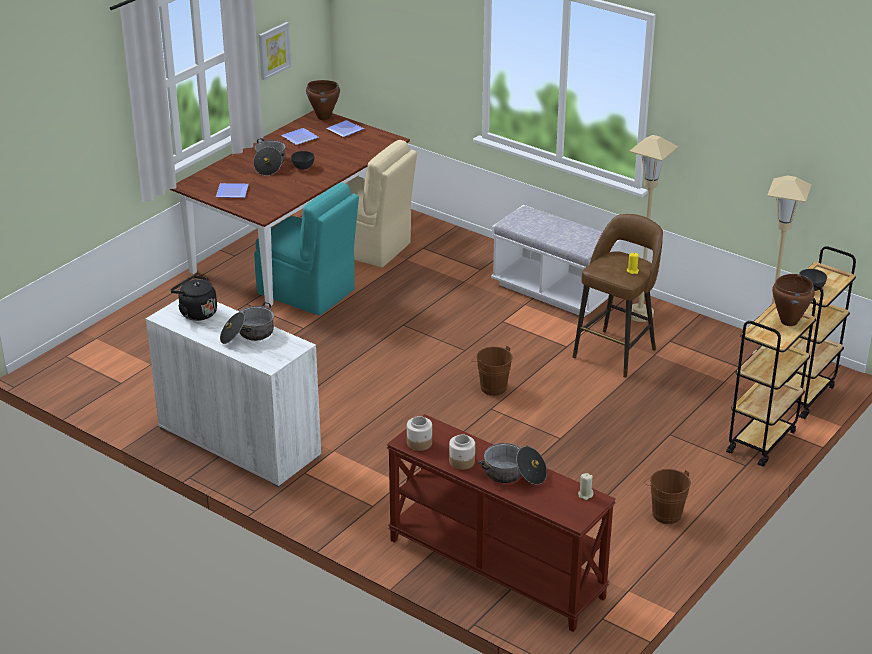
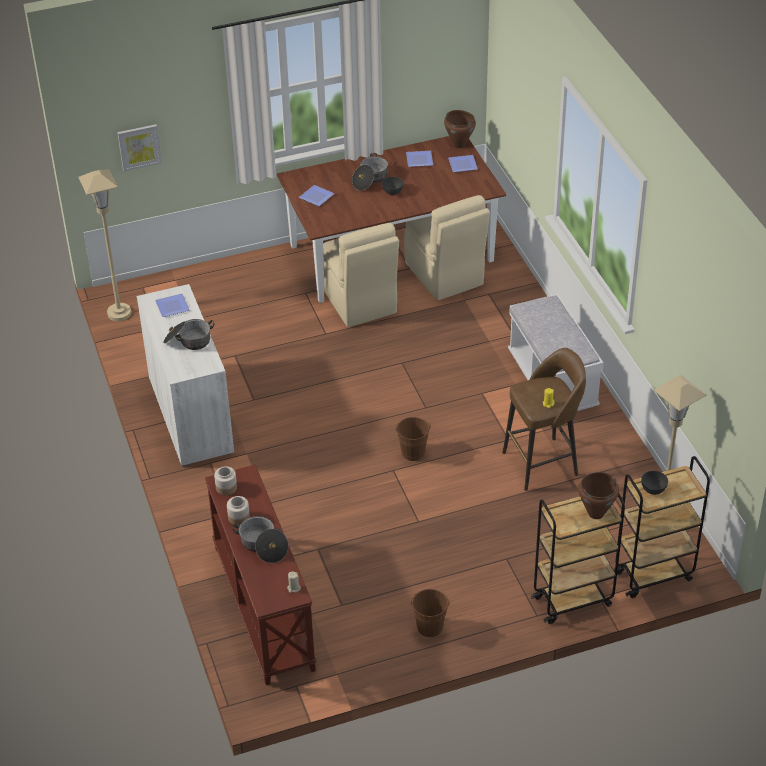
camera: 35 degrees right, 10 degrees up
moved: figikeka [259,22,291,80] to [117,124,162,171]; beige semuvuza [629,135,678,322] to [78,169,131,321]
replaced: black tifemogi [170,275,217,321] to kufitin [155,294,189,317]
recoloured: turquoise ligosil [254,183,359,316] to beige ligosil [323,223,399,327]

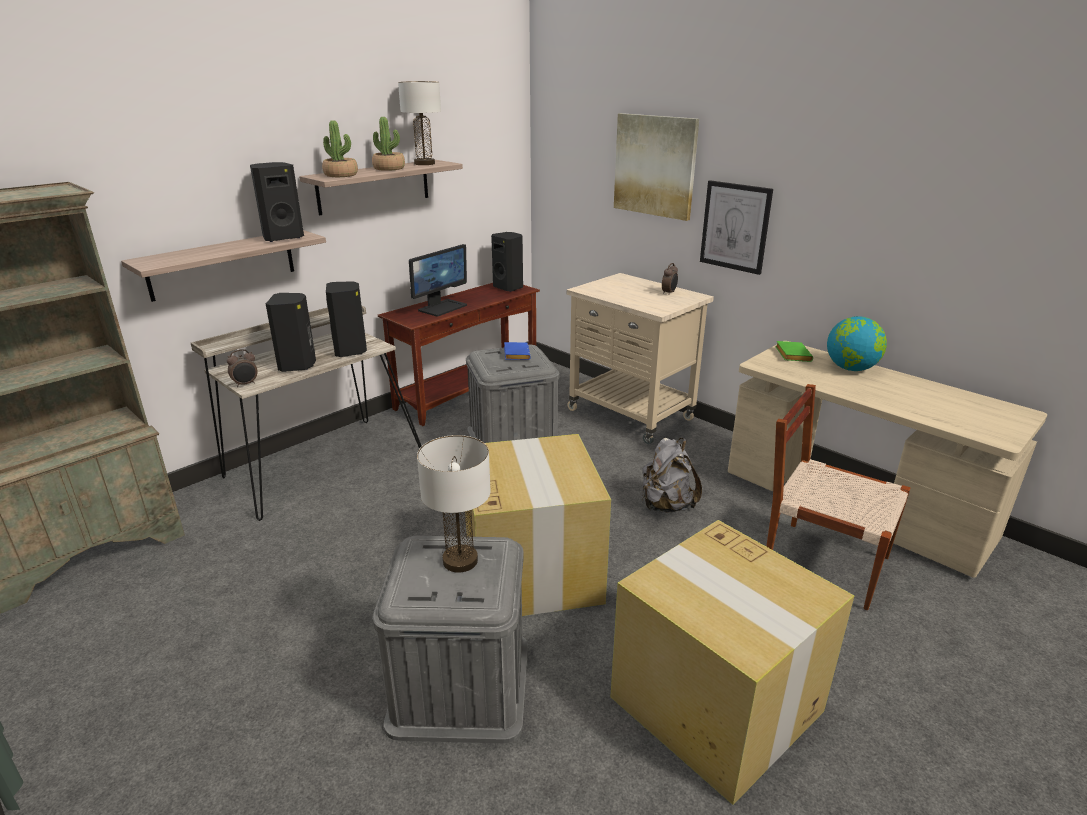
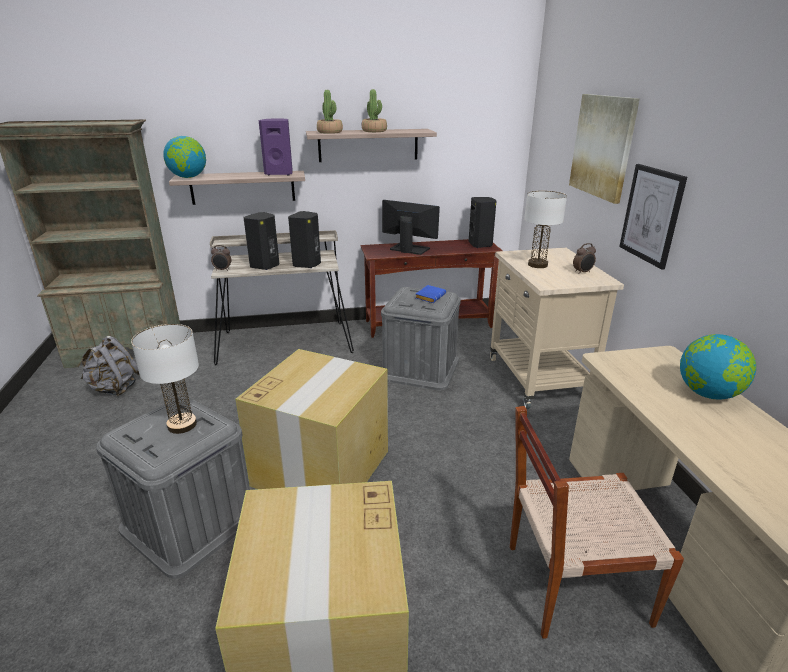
camera: 35 degrees right, 0 degrees up
removed: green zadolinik [775,341,813,362]
added: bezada [163,136,206,178]
moved: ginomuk [398,81,441,165] to [524,191,567,268]; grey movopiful [642,438,702,512] to [80,336,139,396]
recoloured: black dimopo [250,162,304,242] to purple dimopo [259,119,293,175]
turned: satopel [409,244,467,317] = [382,200,440,255] 135 degrees counterclockwise; ligosil [766,384,910,610] = [510,406,684,639] 75 degrees counterclockwise

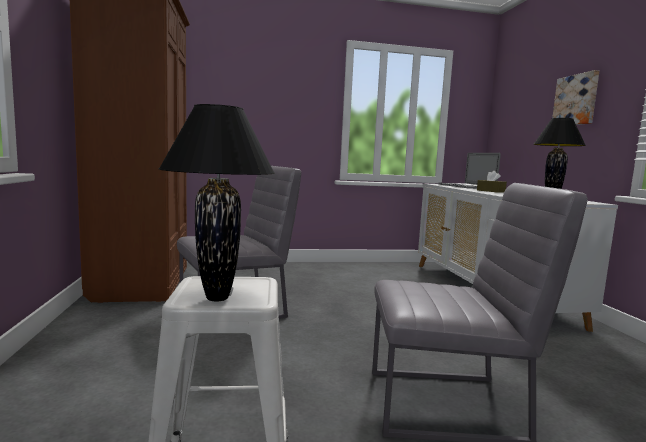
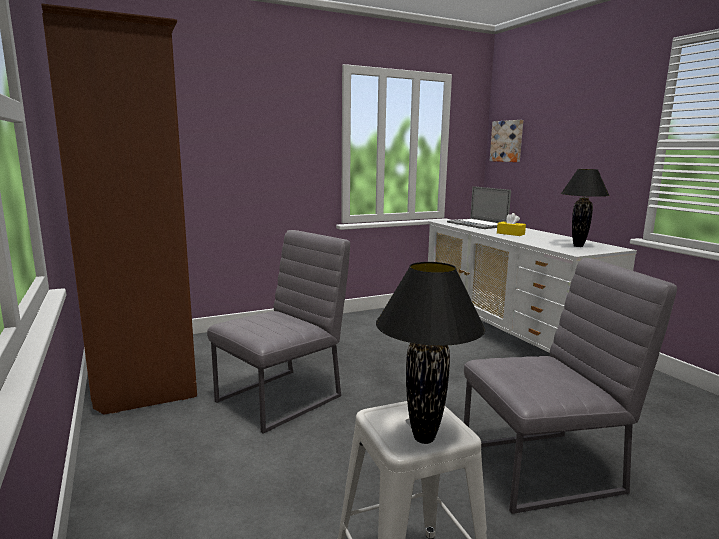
camera: 15 degrees left, 5 degrees up
moved: figikeka [552,70,599,125] to [490,120,523,162]
recoloured: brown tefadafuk [477,171,507,193] to yellow tefadafuk [497,213,526,236]

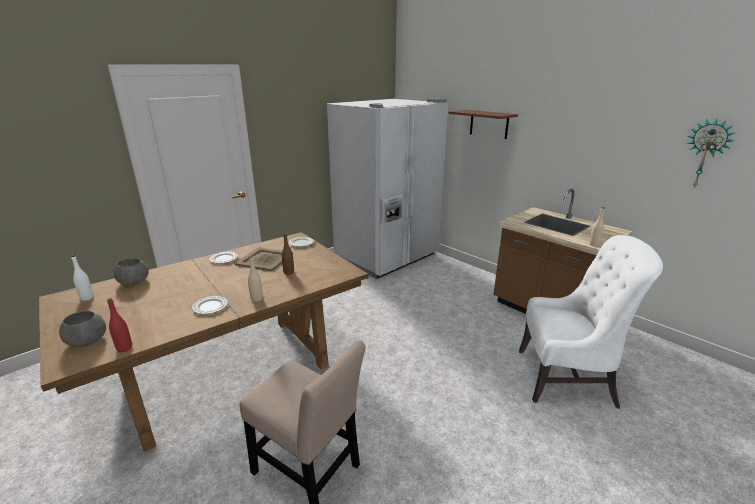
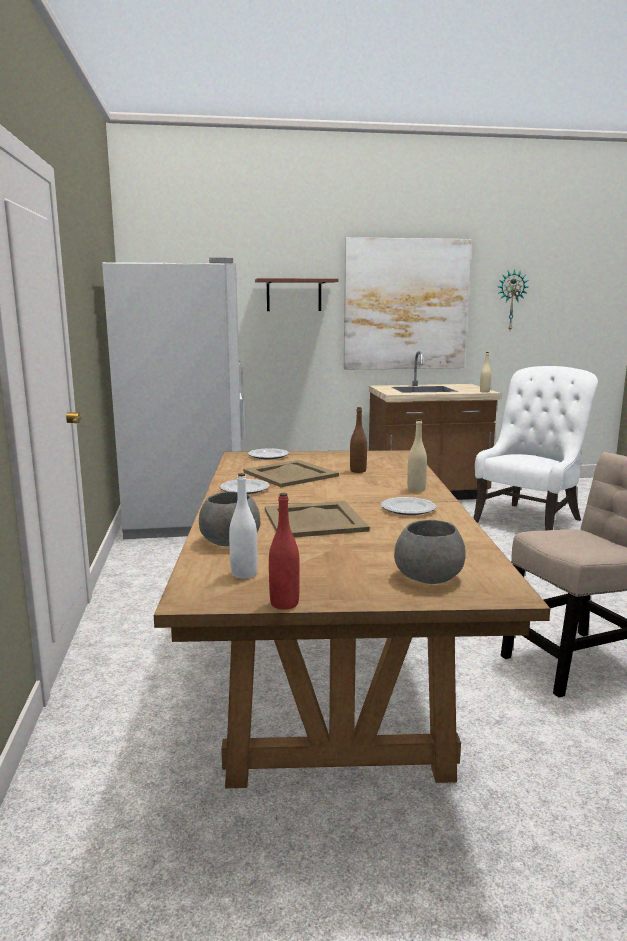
camera: 55 degrees left, 10 degrees down
added: figikeka [344,237,471,370]; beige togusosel [265,501,370,537]
moved: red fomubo [107,298,132,352] to [269,493,300,610]

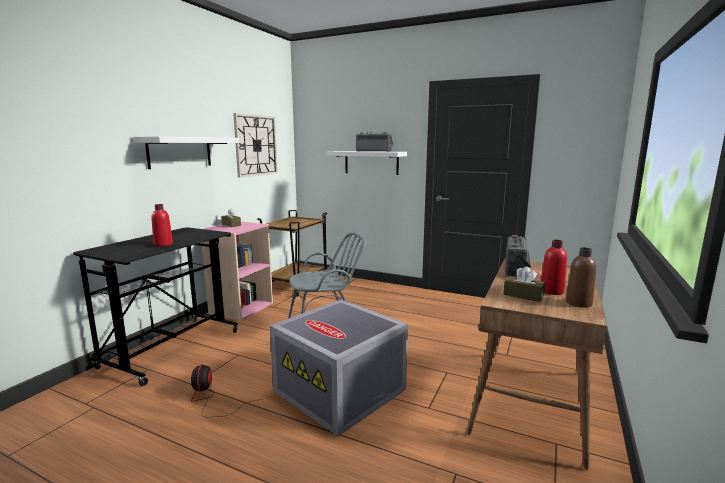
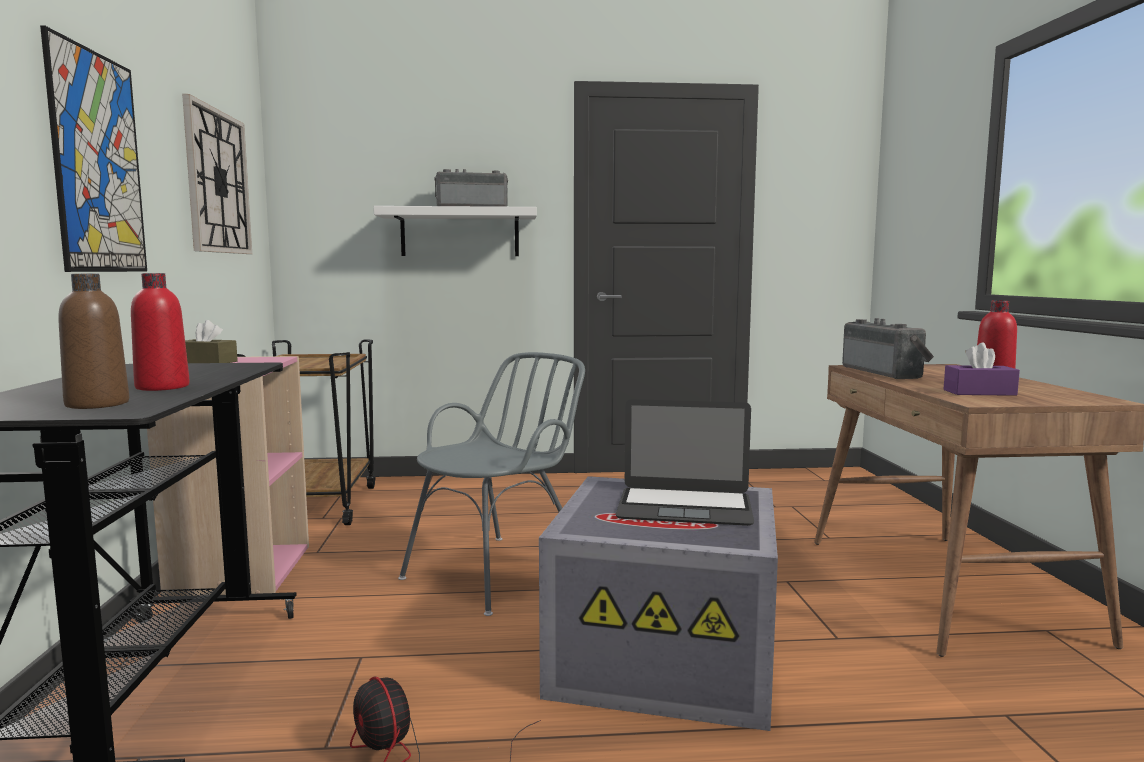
camera: 30 degrees left, 5 degrees down
added: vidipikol [616,399,754,526]
moved: brown fomubo [566,248,596,307] to [58,274,129,409]
replaced: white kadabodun [133,136,239,169] to figikeka [40,25,147,272]
recoloured: brown tefadafuk [504,266,545,302] to purple tefadafuk [943,343,1020,396]

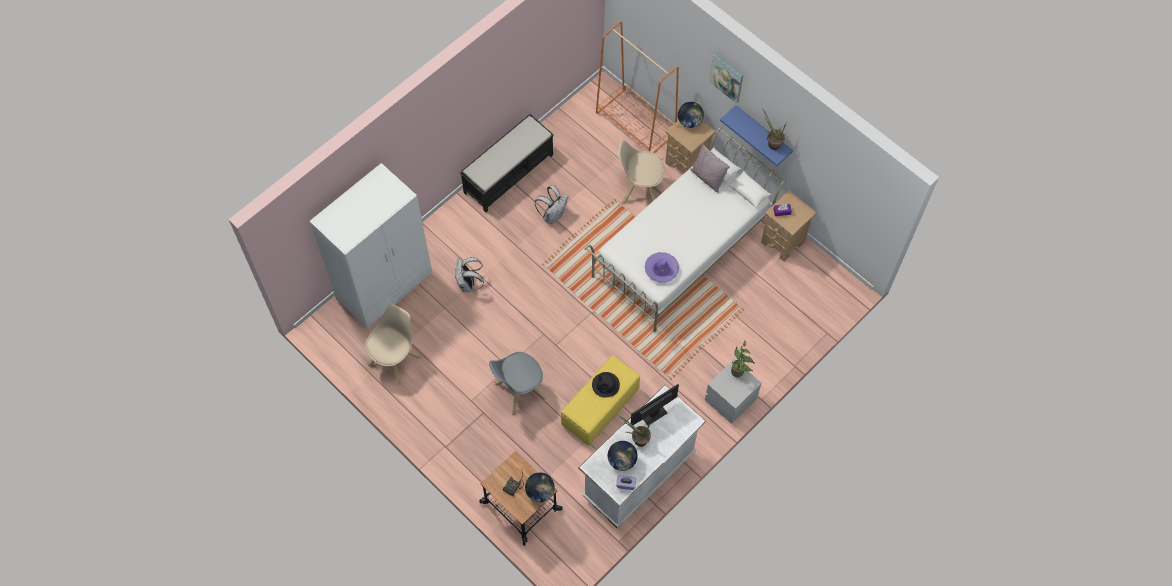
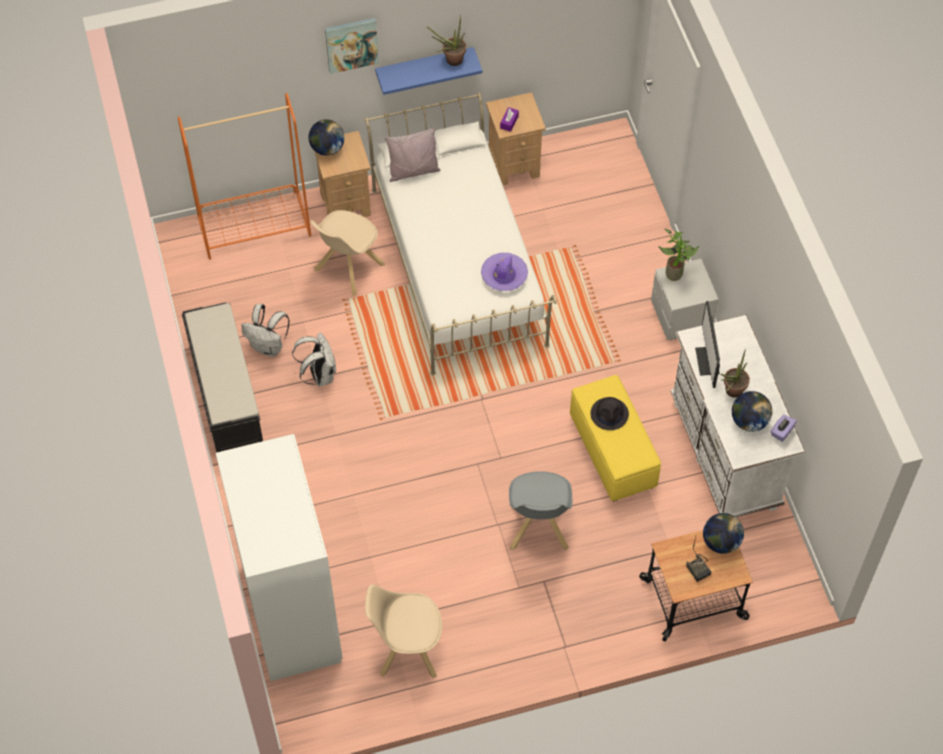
camera: 60 degrees left, 5 degrees down
moved: white movopiful [455,257,484,292] to [241,304,290,357]
turned: beige ligosil [366,304,421,385] = [365,584,442,679] 60 degrees counterclockwise

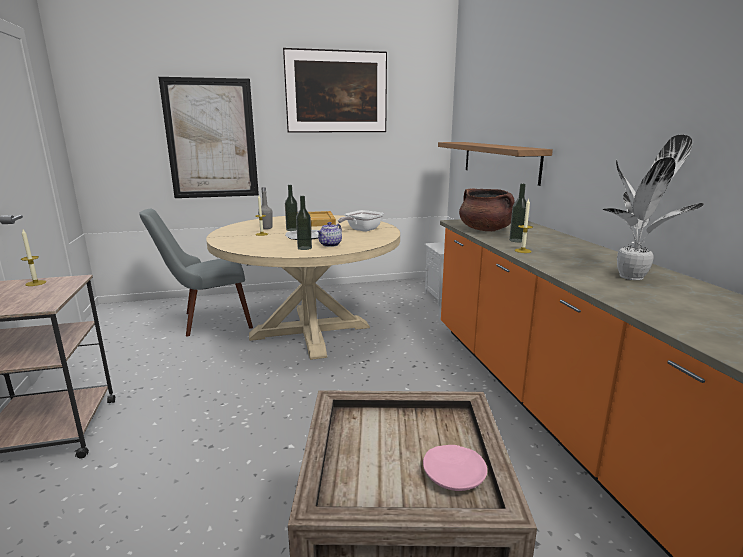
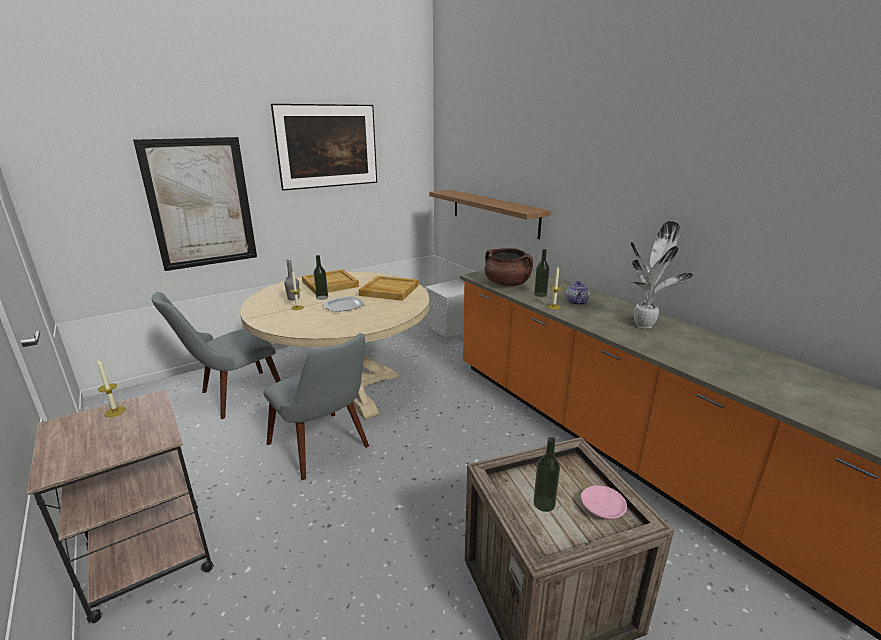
camera: 20 degrees left, 5 degrees up
added: grey ligosil [263,333,369,480]
moved: fomubo [296,196,312,250] to [533,437,560,512]; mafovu [317,222,342,247] to [566,281,590,305]
replaced: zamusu [338,210,384,232] to beige togusosel [359,276,418,301]

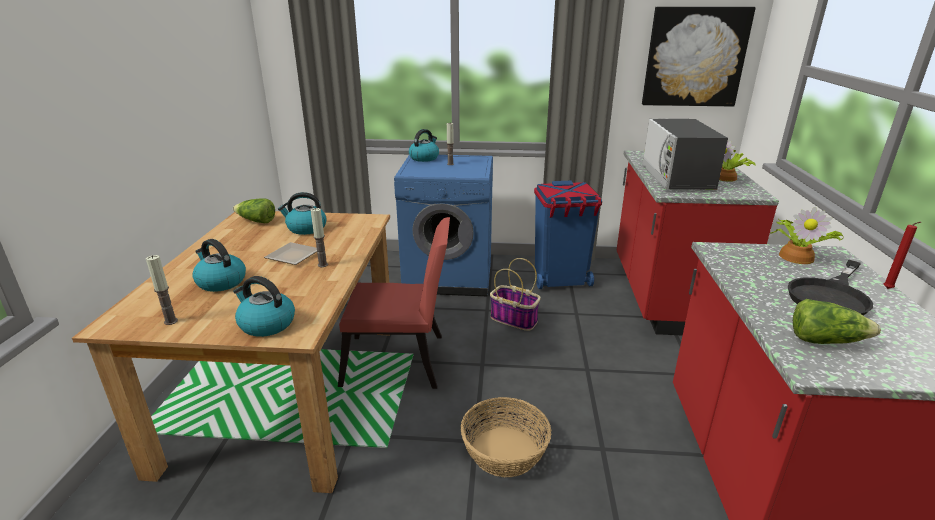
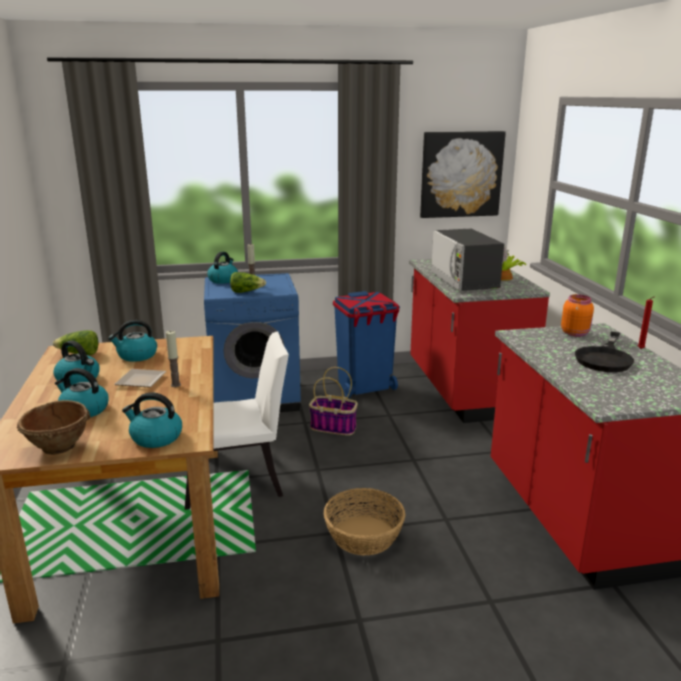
camera: 15 degrees left, 5 degrees down
added: tifemogi [53,341,100,386]
moved: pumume [793,299,881,344] to [230,272,266,293]
replaced: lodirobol [770,207,843,264] to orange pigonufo [561,294,594,337]; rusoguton [146,255,178,325] to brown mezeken [17,400,91,455]
recoloured: red ligosil [338,217,450,389] to white ligosil [185,332,289,510]

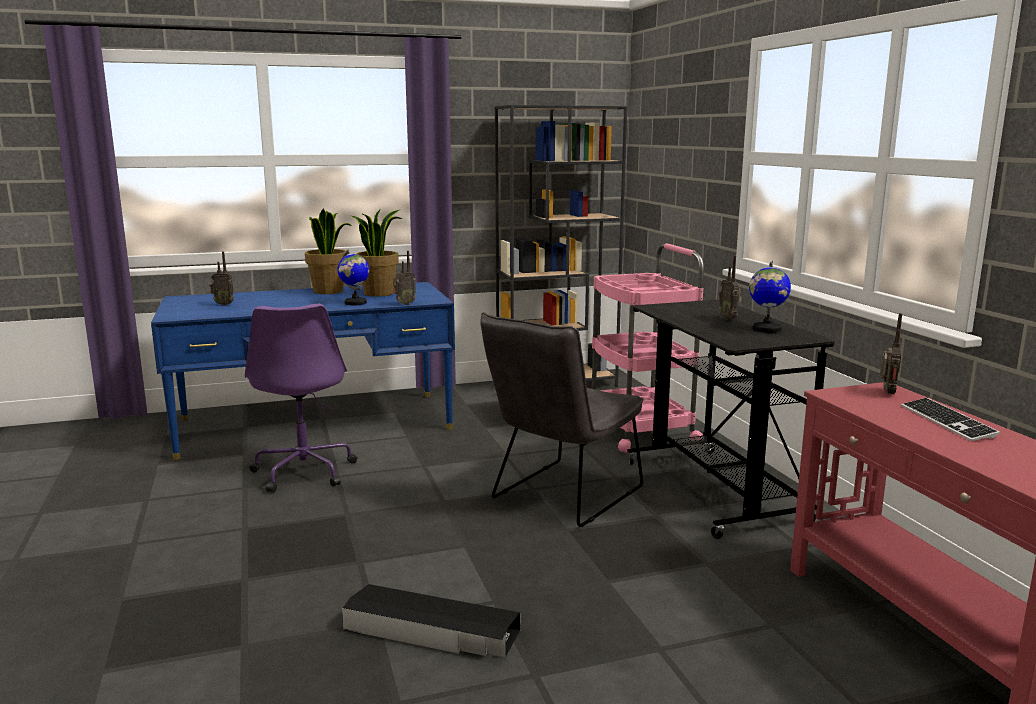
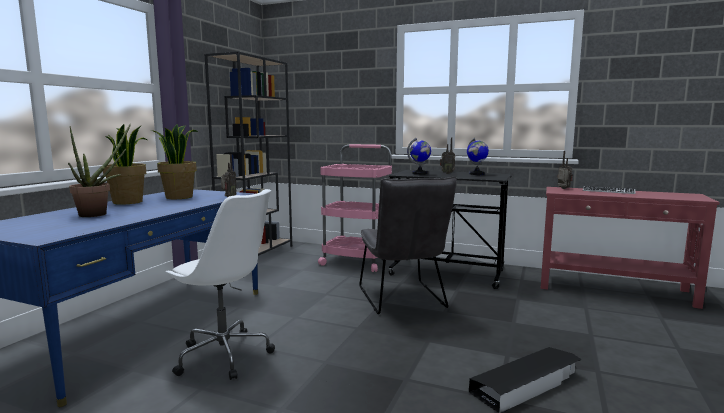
camera: 50 degrees left, 5 degrees down
removed: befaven [210,251,234,306]
added: lodirobol [68,124,131,217]
moved: bezada [338,249,369,305] to [407,138,431,175]
recoloured: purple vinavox [245,304,358,493] to white vinavox [166,189,275,380]

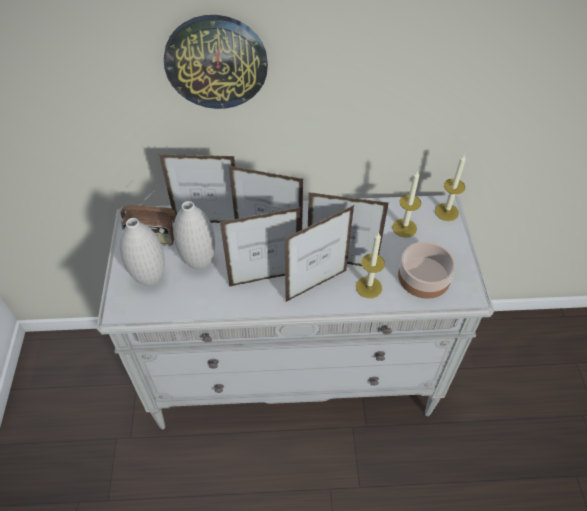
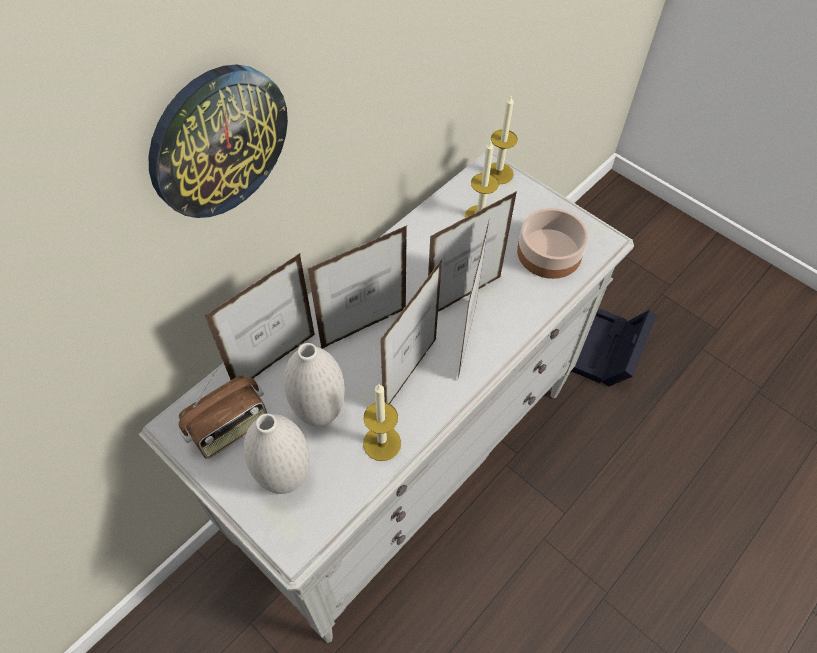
camera: 45 degrees left, 5 degrees up
added: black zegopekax [571,308,657,387]
moved: rusoguton [356,232,385,298] to [363,383,401,461]

